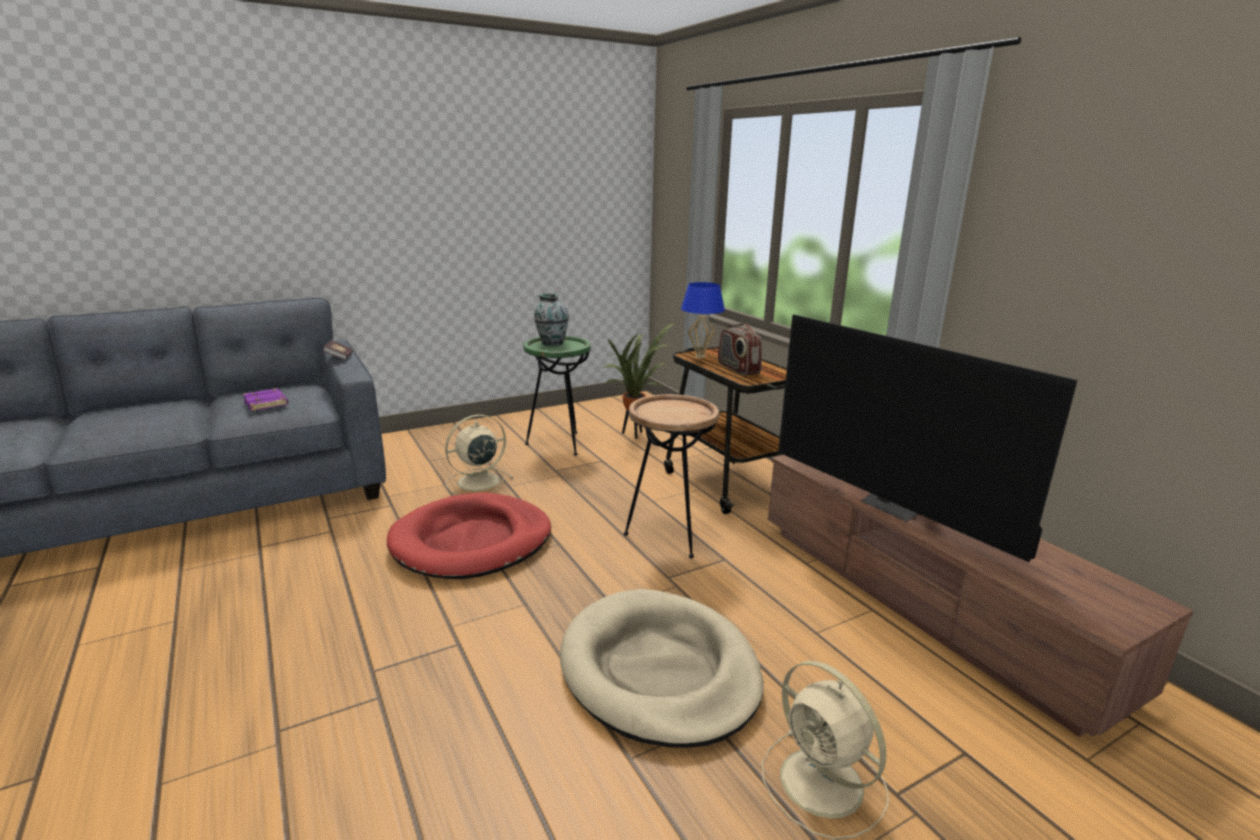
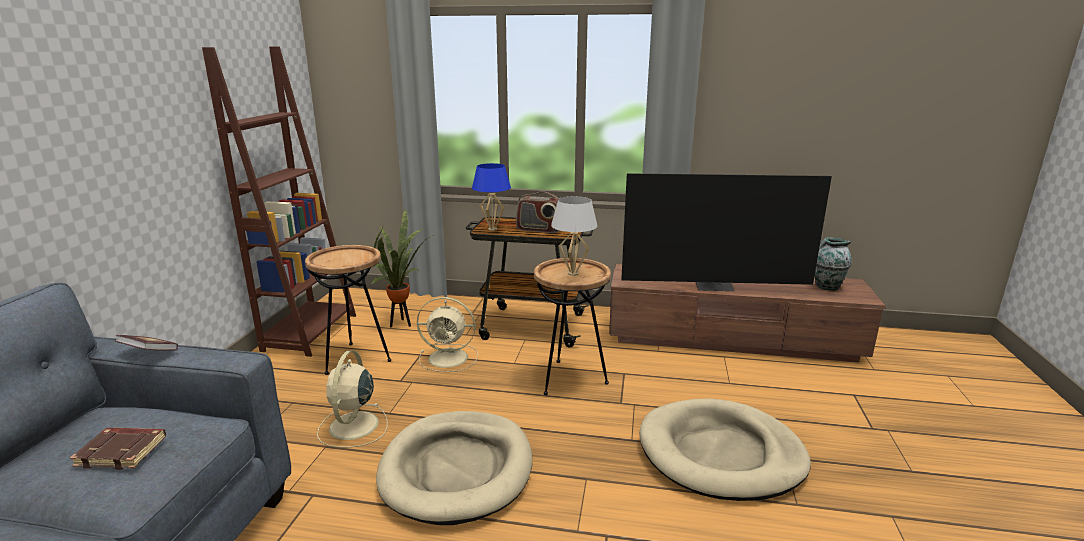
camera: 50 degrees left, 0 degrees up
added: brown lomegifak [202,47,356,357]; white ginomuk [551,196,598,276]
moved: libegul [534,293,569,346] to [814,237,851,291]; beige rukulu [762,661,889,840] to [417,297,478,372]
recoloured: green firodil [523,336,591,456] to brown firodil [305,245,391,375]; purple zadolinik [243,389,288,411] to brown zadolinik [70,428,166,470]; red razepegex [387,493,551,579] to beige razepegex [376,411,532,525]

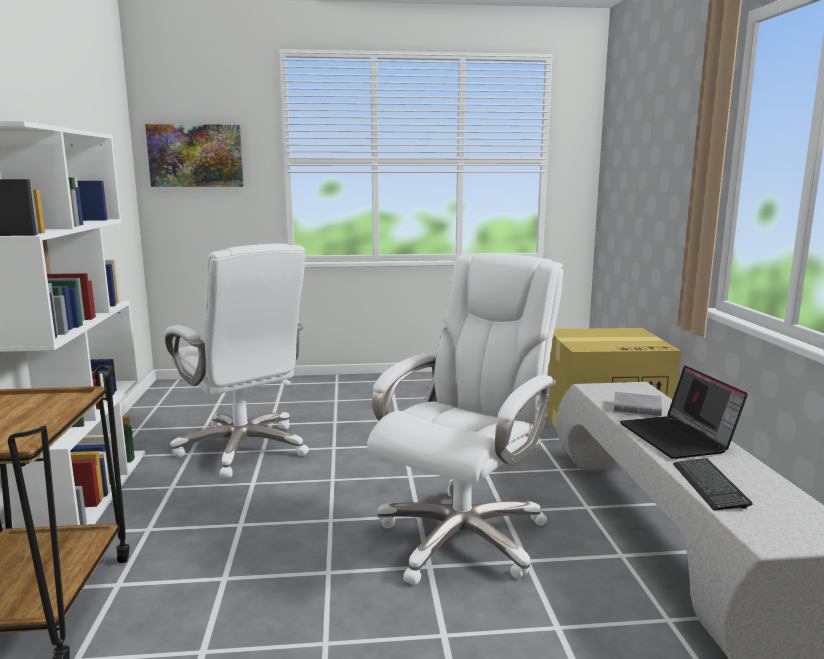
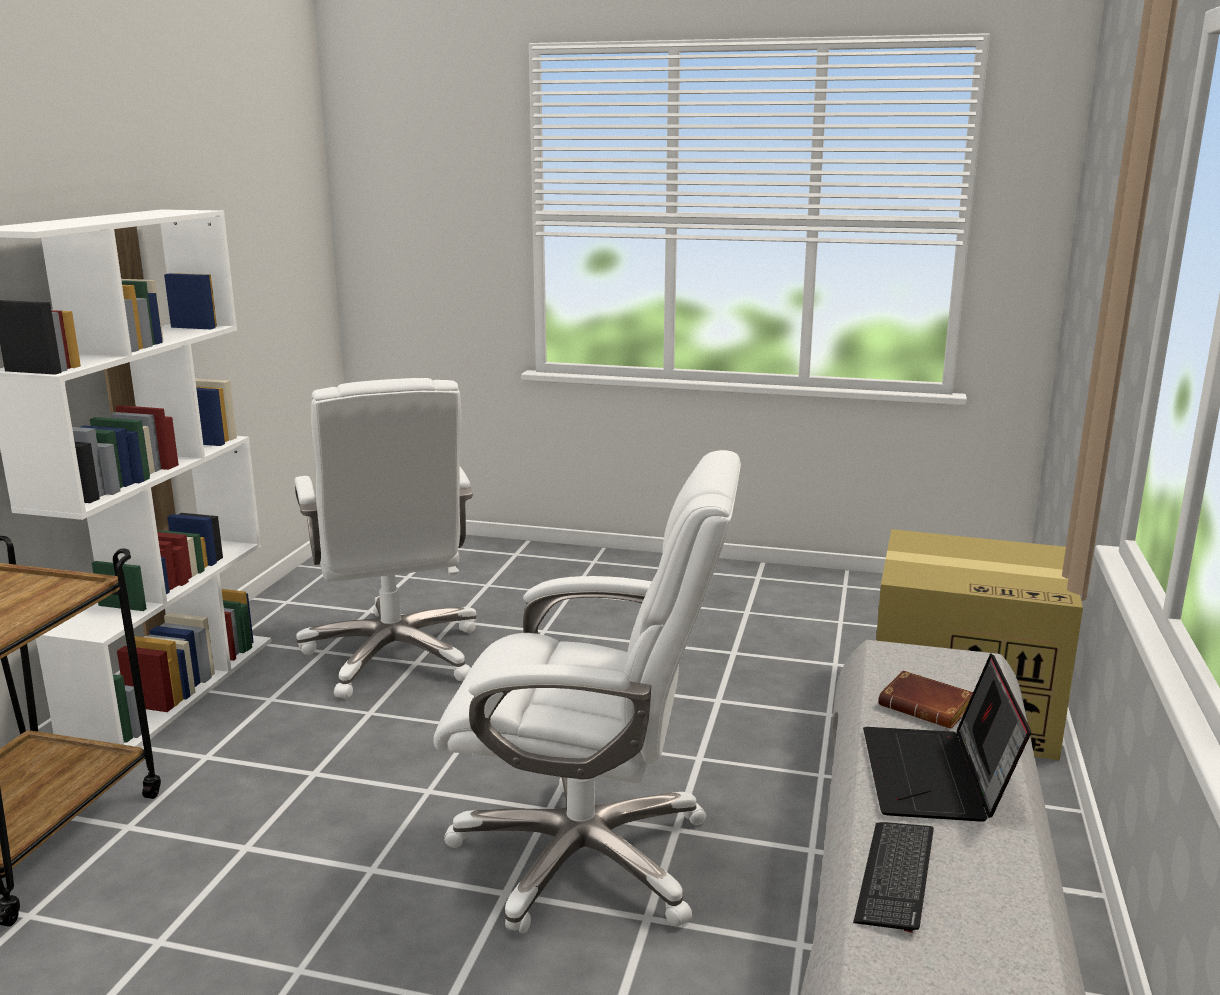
camera: 20 degrees right, 5 degrees up
removed: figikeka [145,124,244,187]
recoloured: grey zadolinik [614,392,662,416] to brown zadolinik [878,670,973,729]
turned: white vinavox [367,253,563,585] = [434,450,741,933] 45 degrees clockwise

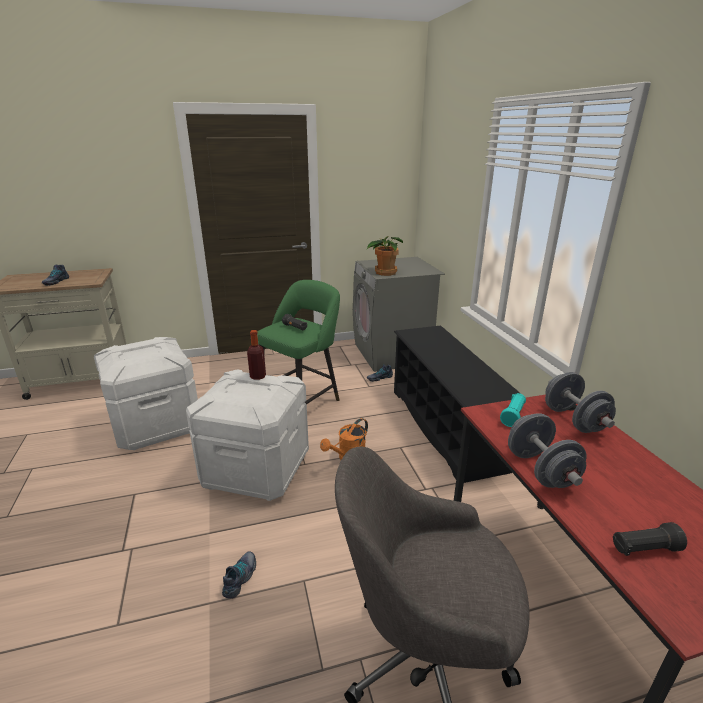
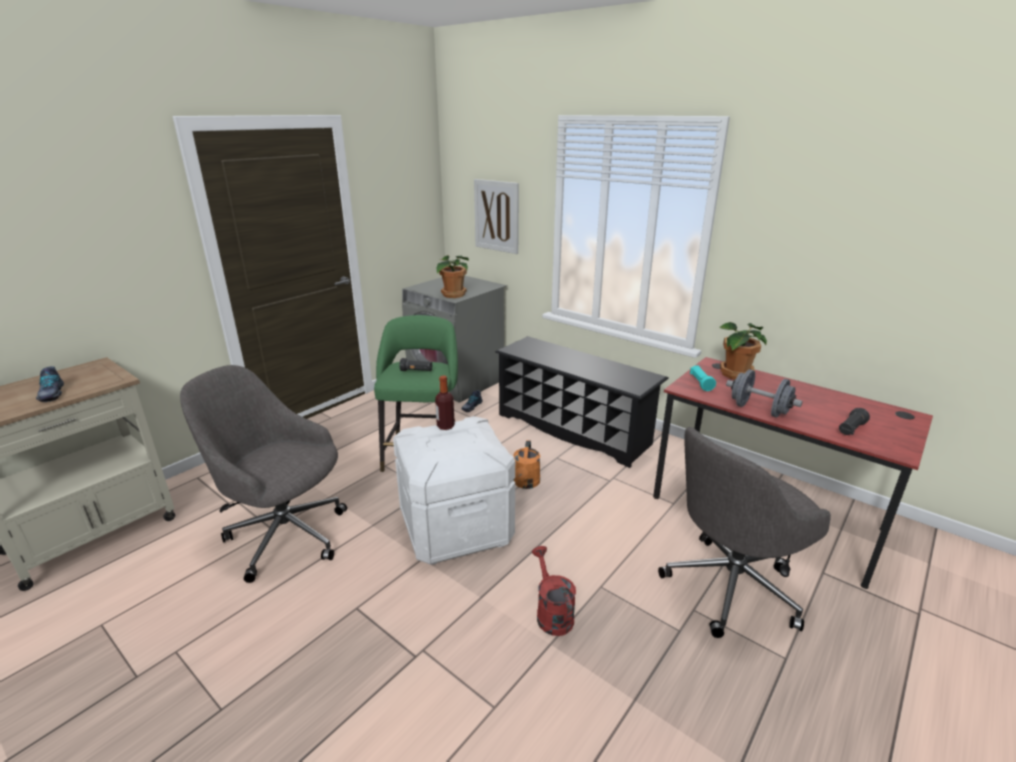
camera: 35 degrees left, 0 degrees up
added: figikeka [474,179,519,254]
replaced: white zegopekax [94,337,198,450] to grey vinavox [180,365,347,583]; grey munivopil [545,372,616,433] to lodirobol [719,322,767,380]; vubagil [222,551,256,598] to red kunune [532,546,576,636]

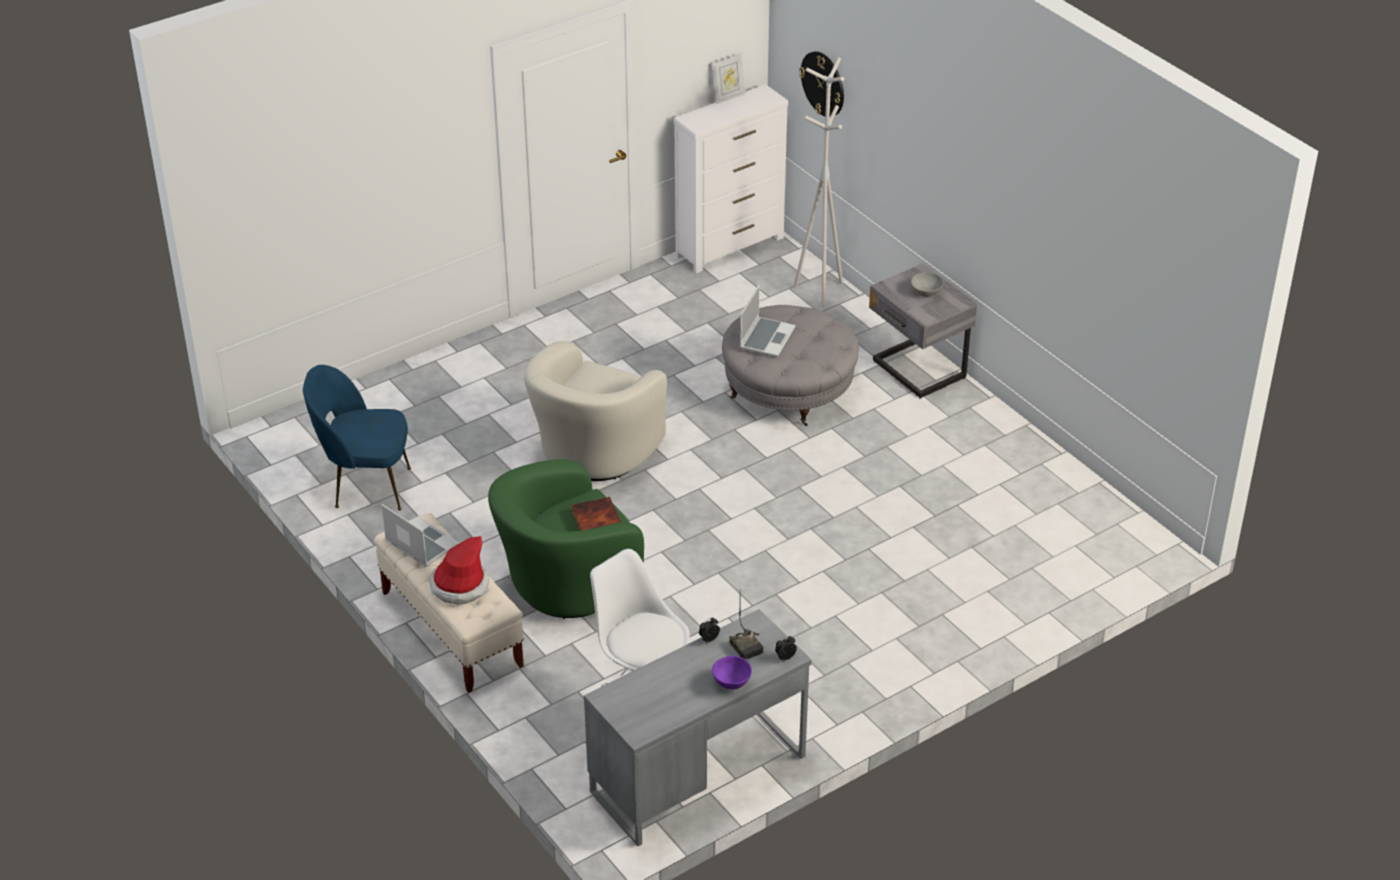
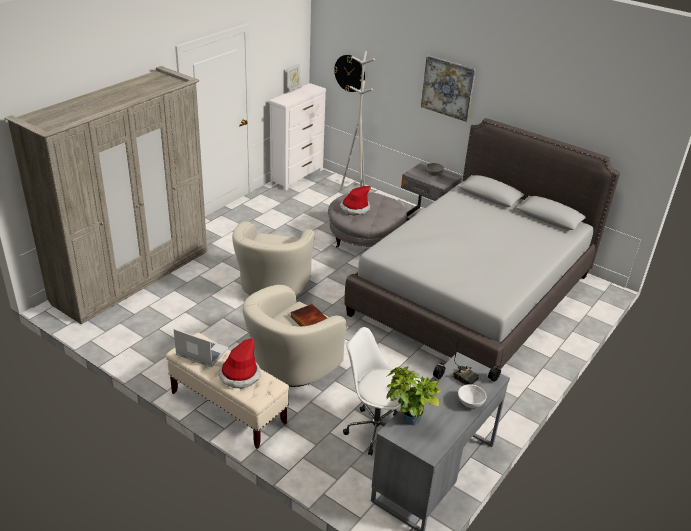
camera: 20 degrees left, 5 degrees down
removed: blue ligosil [303,365,411,510]
added: figikeka [421,56,476,122]; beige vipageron [4,66,207,324]; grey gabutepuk [344,118,620,369]; lodirobol [386,366,441,425]
replaced: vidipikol [739,285,795,357] to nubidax [340,186,371,215]
recoloured: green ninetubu [488,459,644,619] to beige ninetubu [243,285,347,387]; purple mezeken [712,656,752,689] to white mezeken [458,384,486,408]

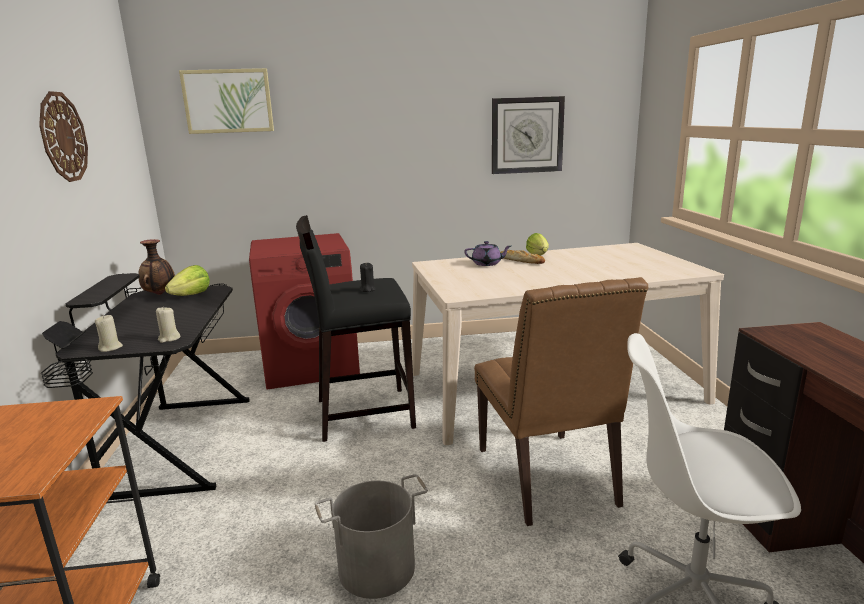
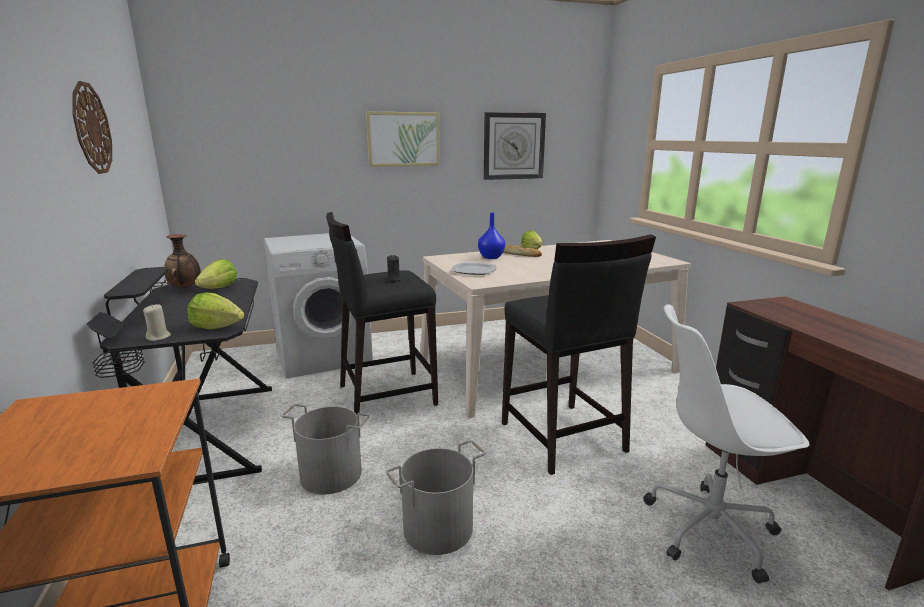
camera: 10 degrees left, 0 degrees up
added: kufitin [452,262,497,275]; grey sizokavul [281,404,370,494]
moved: figikeka [179,68,274,134] to [366,112,440,167]
replaced: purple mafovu [464,241,511,266] to blue libegul [478,213,505,259]; brown ligosil [474,277,648,526] to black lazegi [502,234,656,475]; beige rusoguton [156,306,181,343] to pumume [187,292,244,330]
recoloured: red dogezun [249,233,360,389] to white dogezun [263,233,373,379]

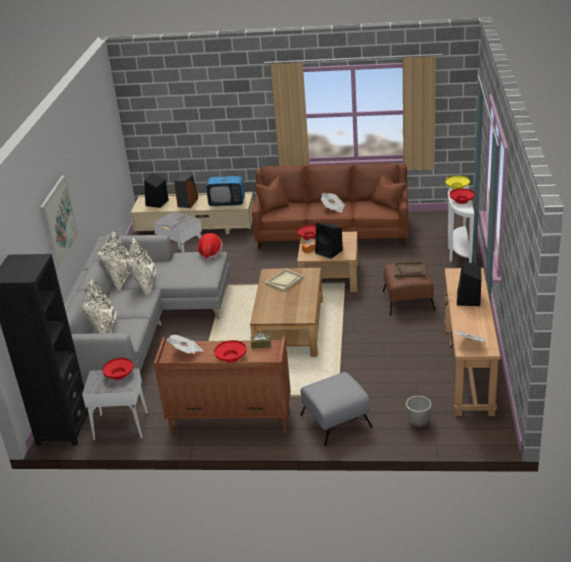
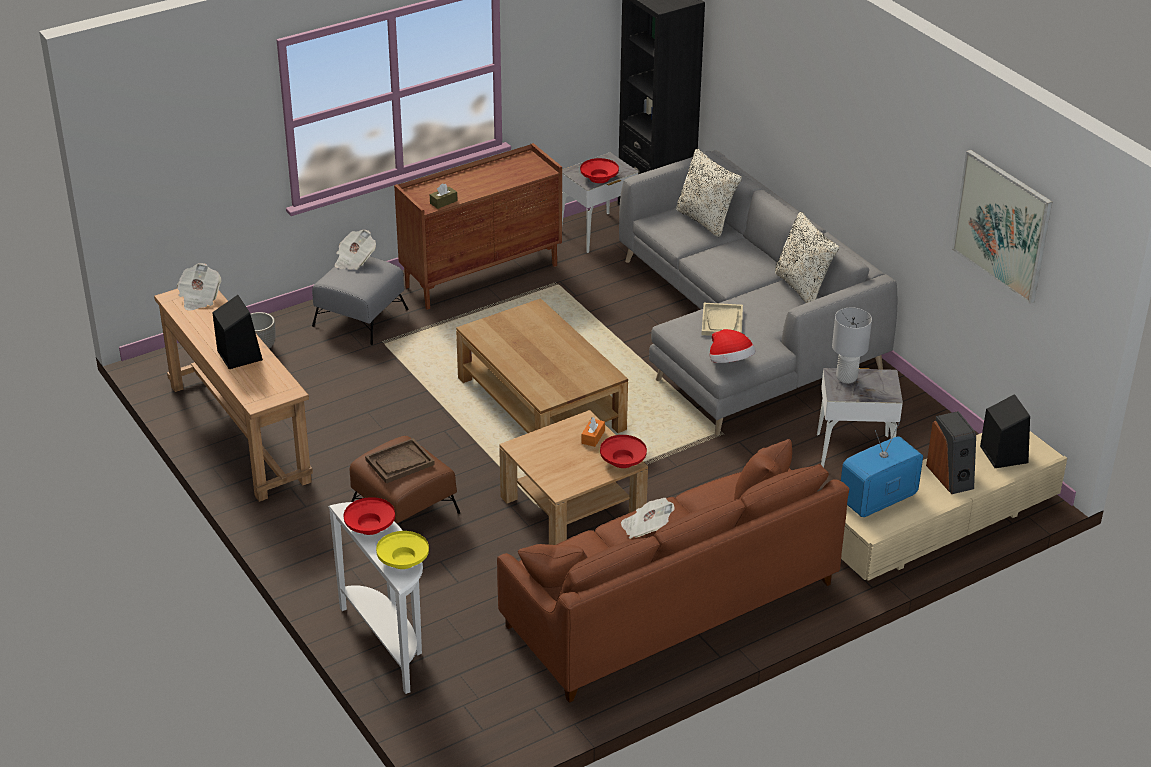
camera: 140 degrees right, 5 degrees up
removed: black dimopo [315,223,343,259]; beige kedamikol [126,238,156,296]; red mezeken [214,340,246,363]
added: grey ginomuk [832,307,872,384]
moved: figikeka [40,175,78,270] to [952,150,1052,304]; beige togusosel [265,269,304,292] to [702,303,743,336]; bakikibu [167,335,204,354] to [335,230,376,270]

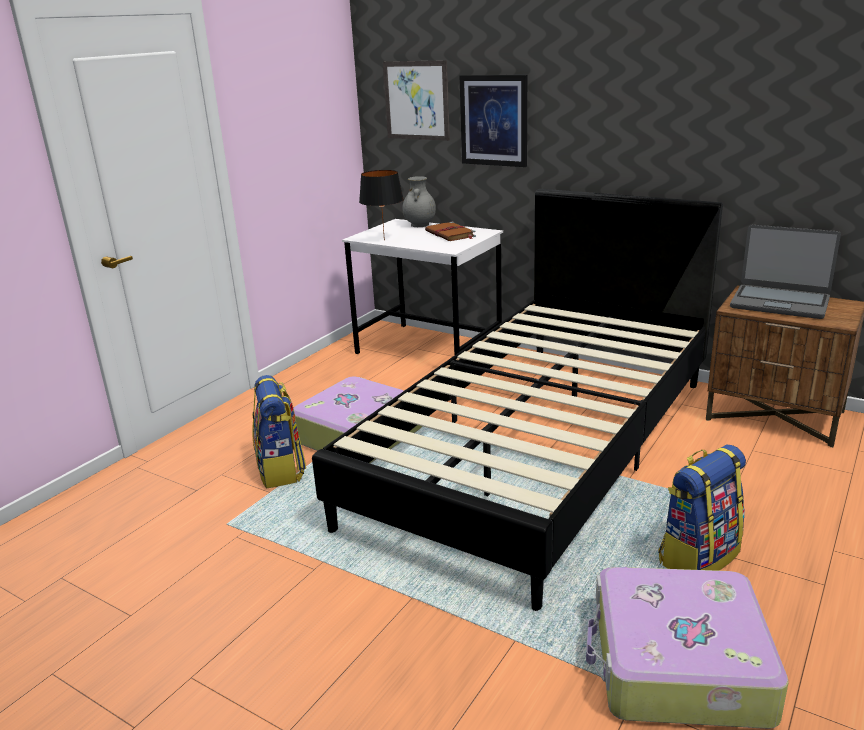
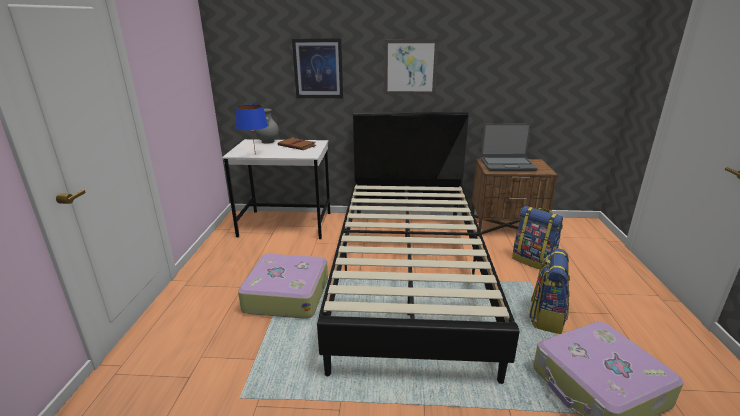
camera: 30 degrees left, 0 degrees up
moved: figikeka [383,60,450,141] to [384,39,438,94]; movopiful [252,375,306,489] to [512,206,563,269]
recoloured: black ginomuk [359,170,404,240] to blue ginomuk [235,105,268,149]

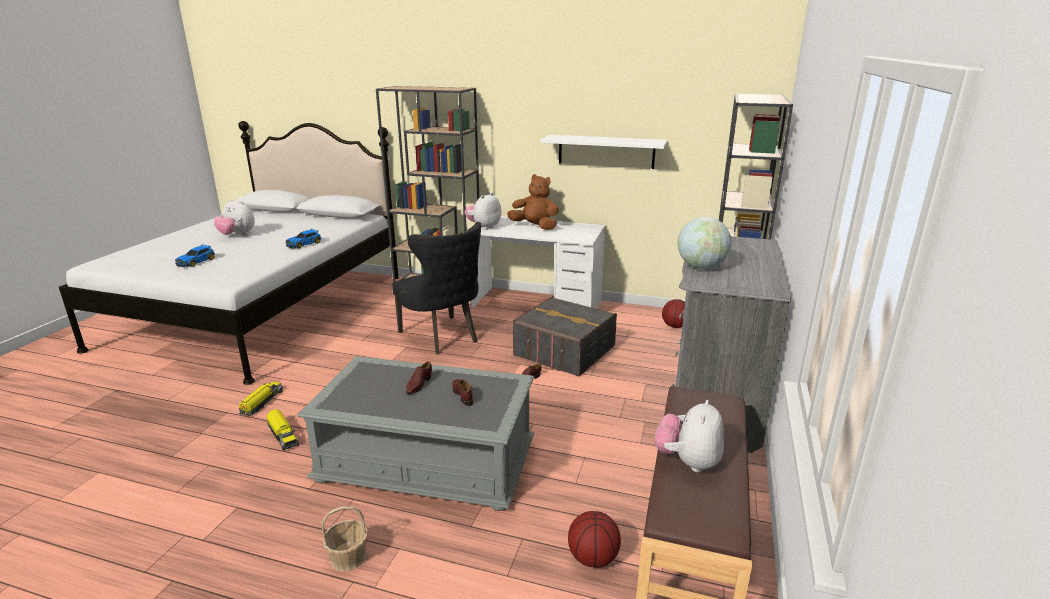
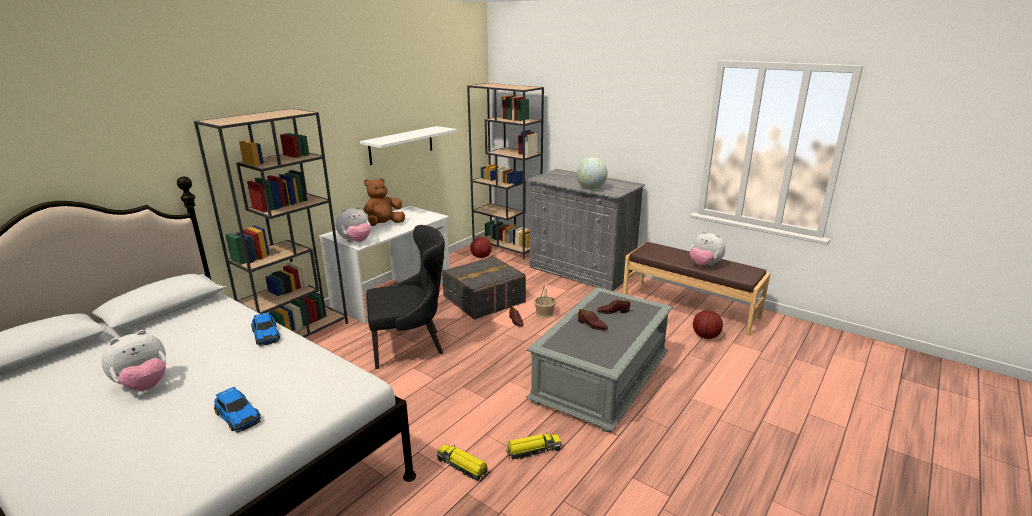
camera: 70 degrees left, 0 degrees up
moved: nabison [322,506,368,571] to [534,284,556,318]
turned: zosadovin [465,193,501,230] = [336,206,371,242] 90 degrees counterclockwise

